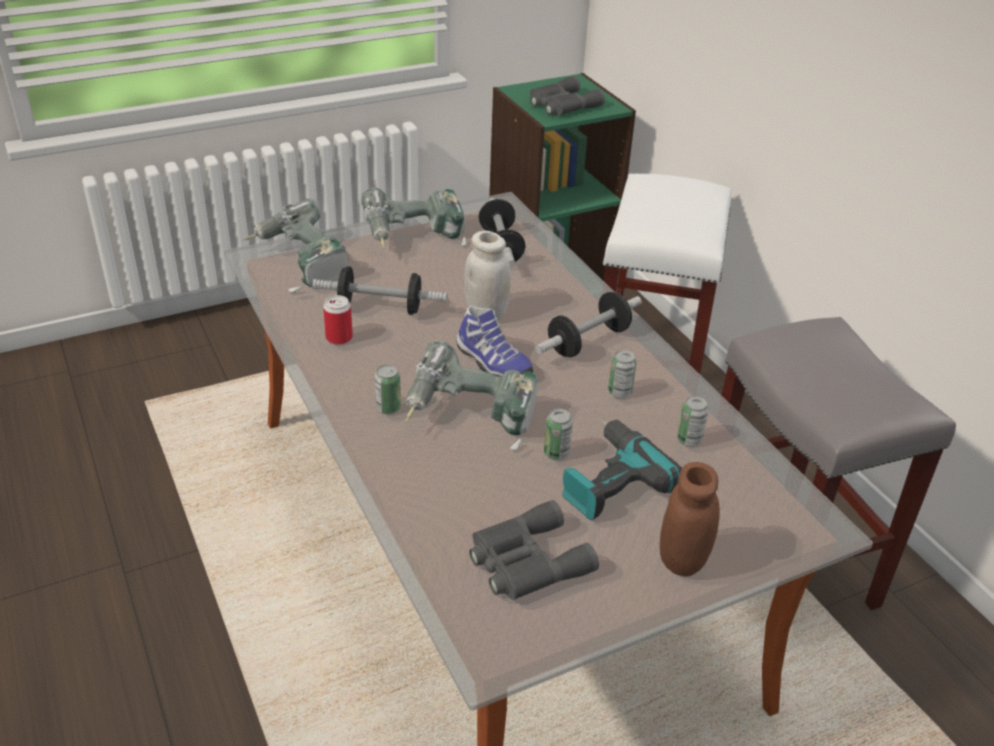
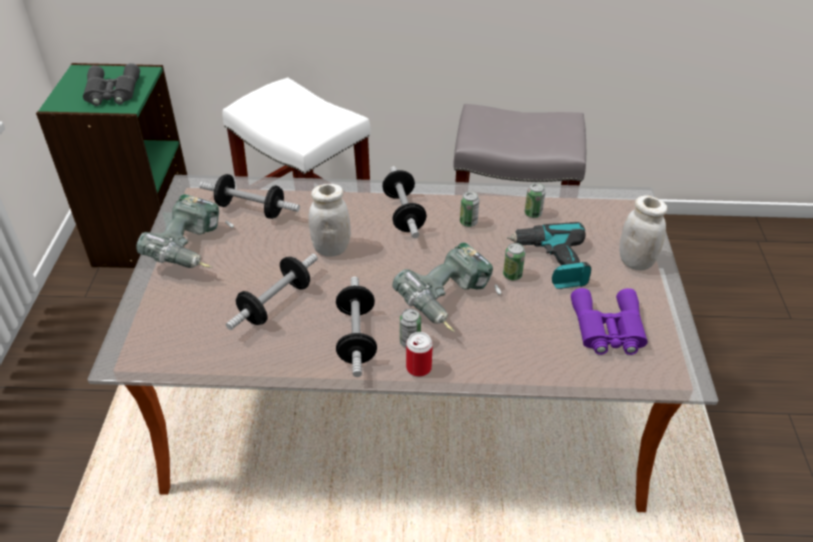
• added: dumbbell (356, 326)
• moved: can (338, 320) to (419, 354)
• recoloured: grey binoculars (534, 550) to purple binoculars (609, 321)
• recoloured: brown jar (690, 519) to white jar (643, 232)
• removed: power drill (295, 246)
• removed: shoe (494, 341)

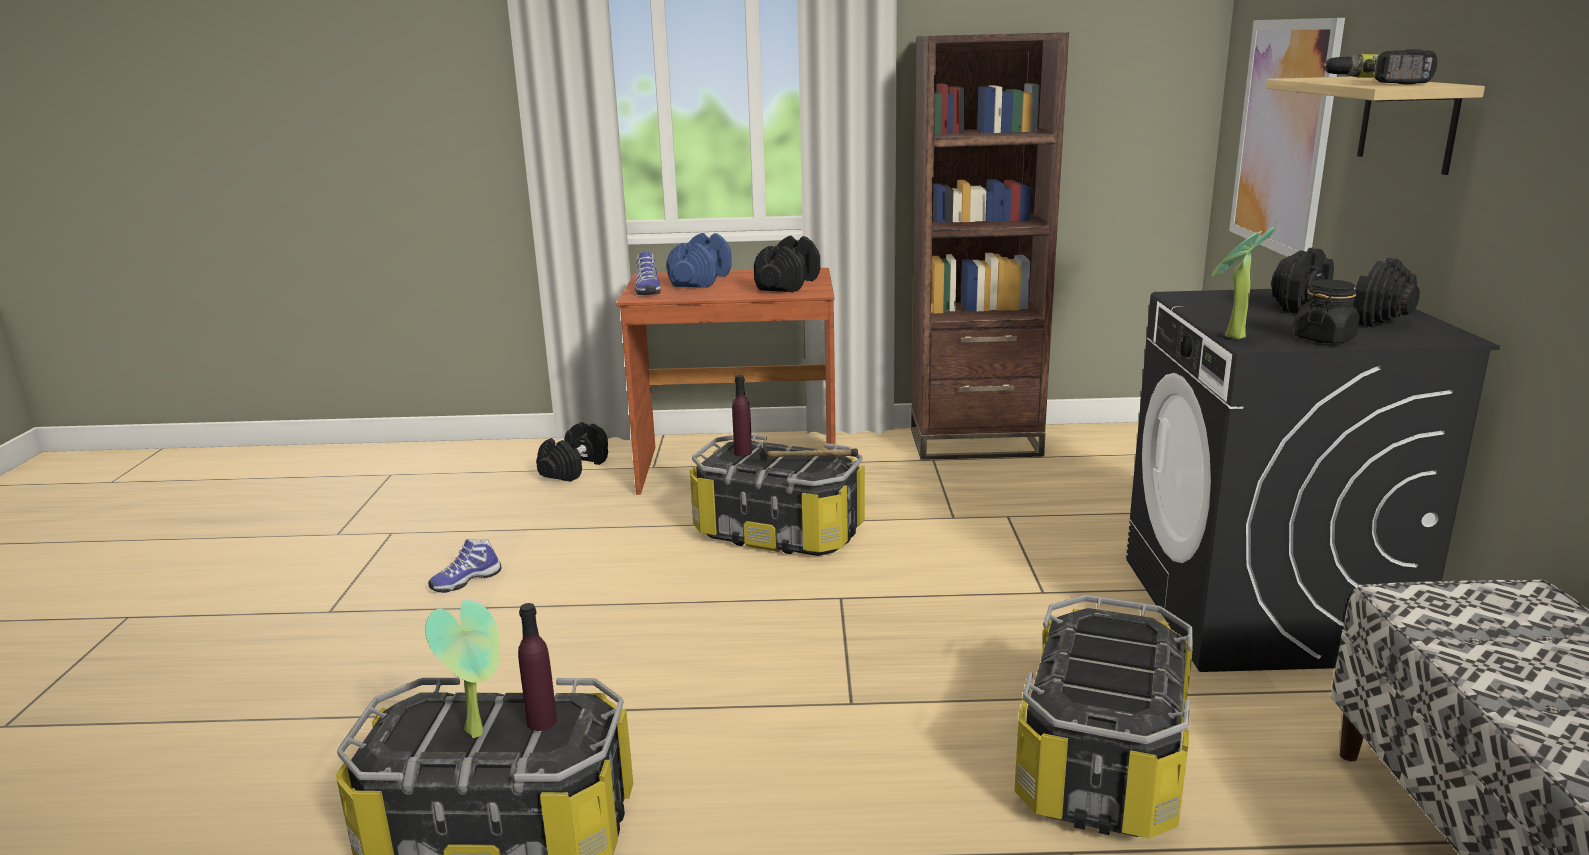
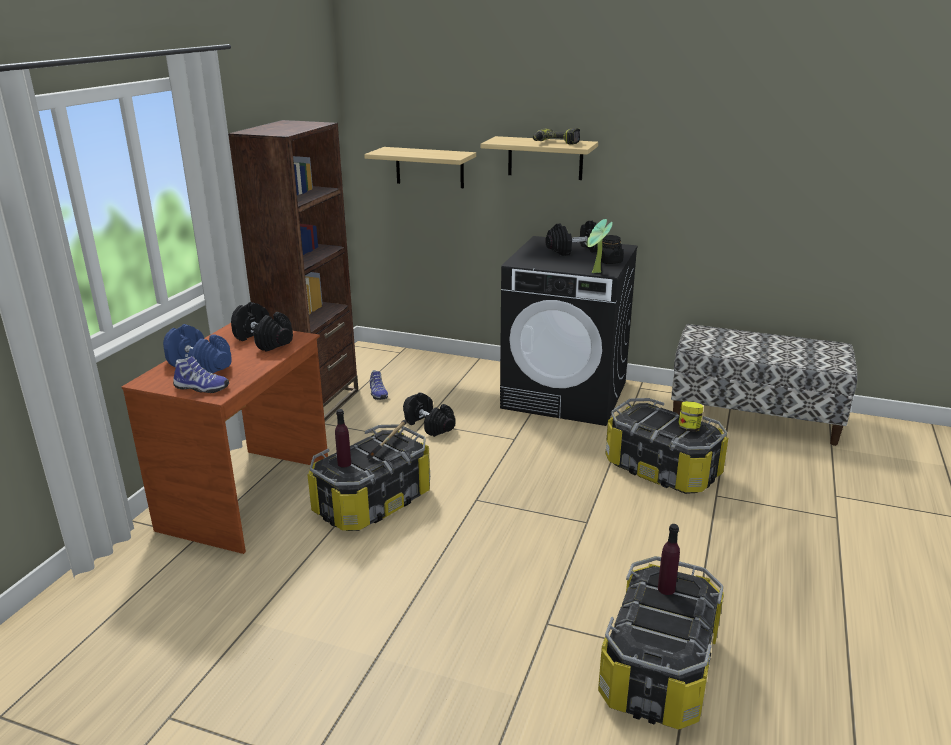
• replaced: picture (1287, 137) to shelf (420, 167)
• moved: shoe (465, 566) to (379, 385)
• moved: black dumbbell (572, 452) to (429, 414)
• added: jar (690, 416)
• removed: potted plant (462, 668)

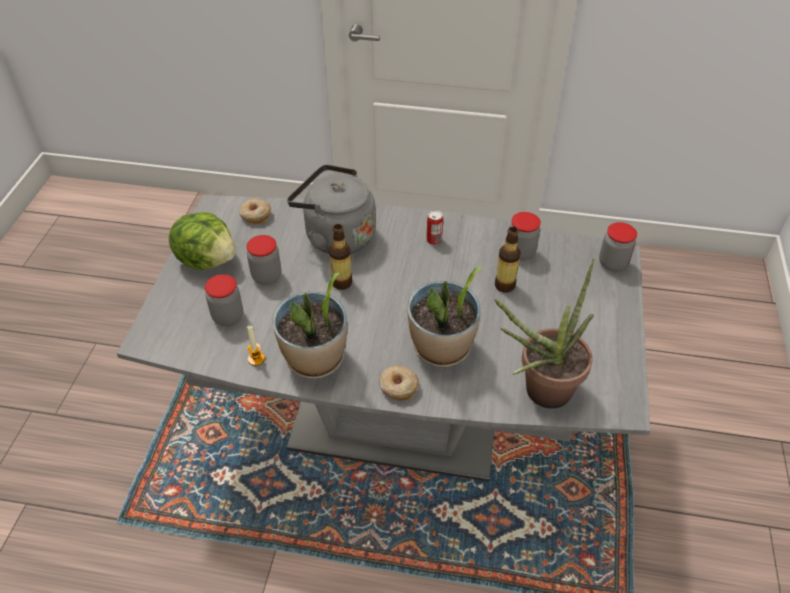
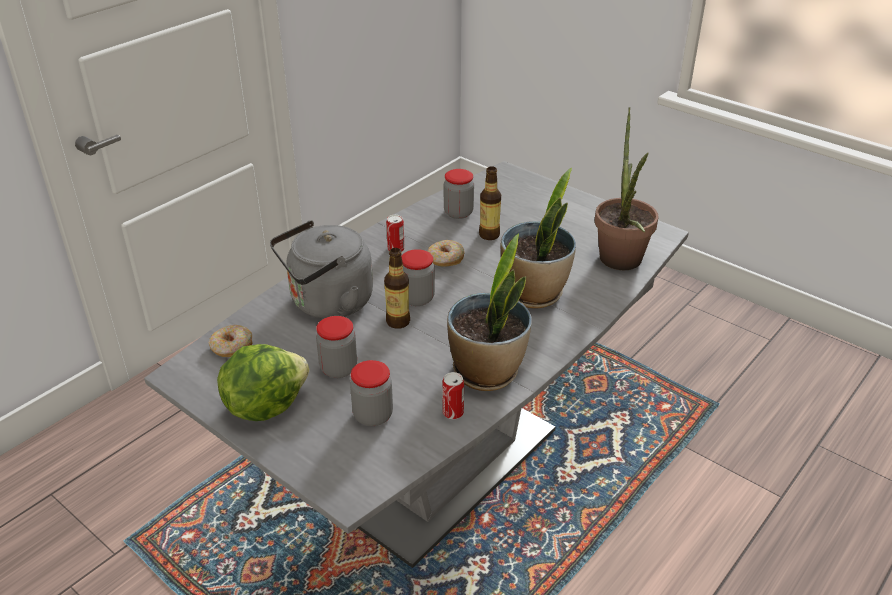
• moved: jar (618, 247) to (418, 277)
• moved: donut (399, 383) to (446, 253)
• replaced: candle (256, 345) to can (453, 395)

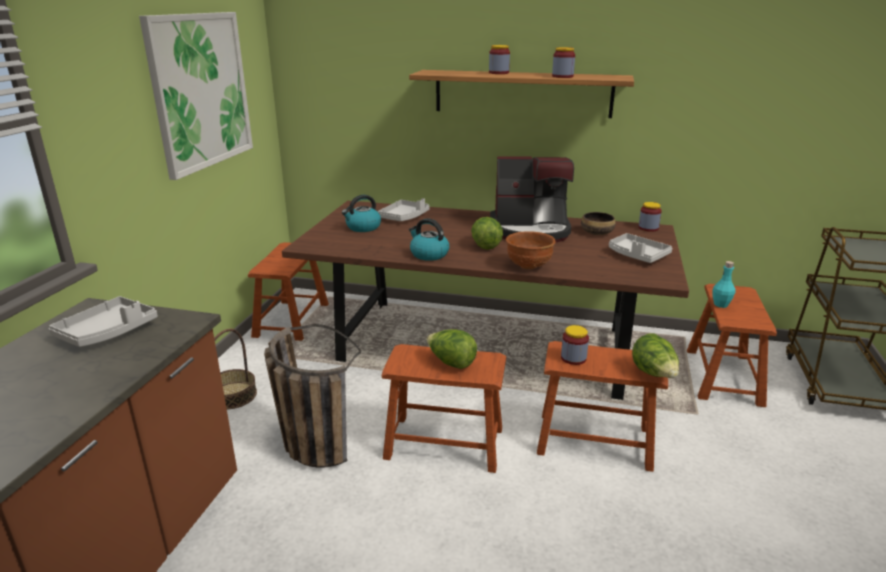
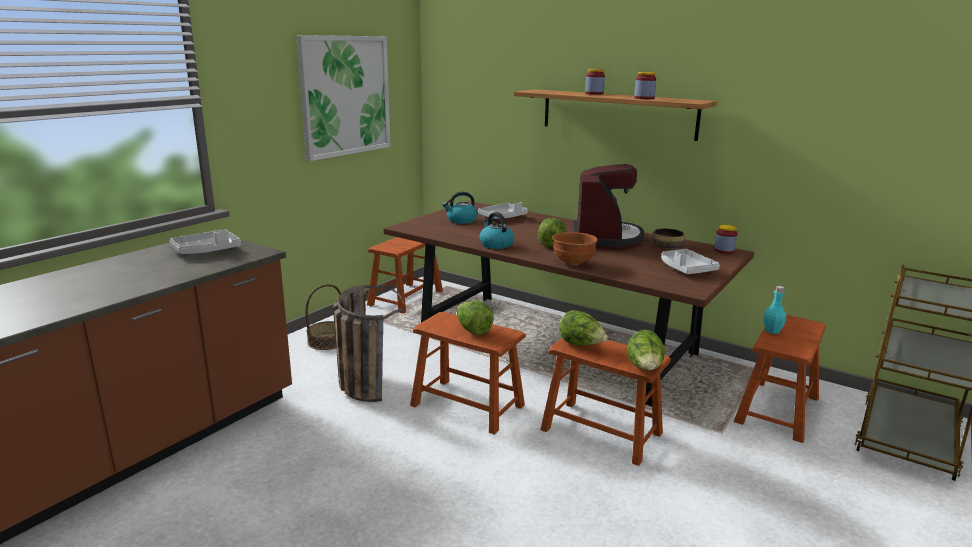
• replaced: jar (575, 345) to lettuce (583, 328)
• turned: coffee machine (532, 199) = (608, 207) 105 degrees counterclockwise

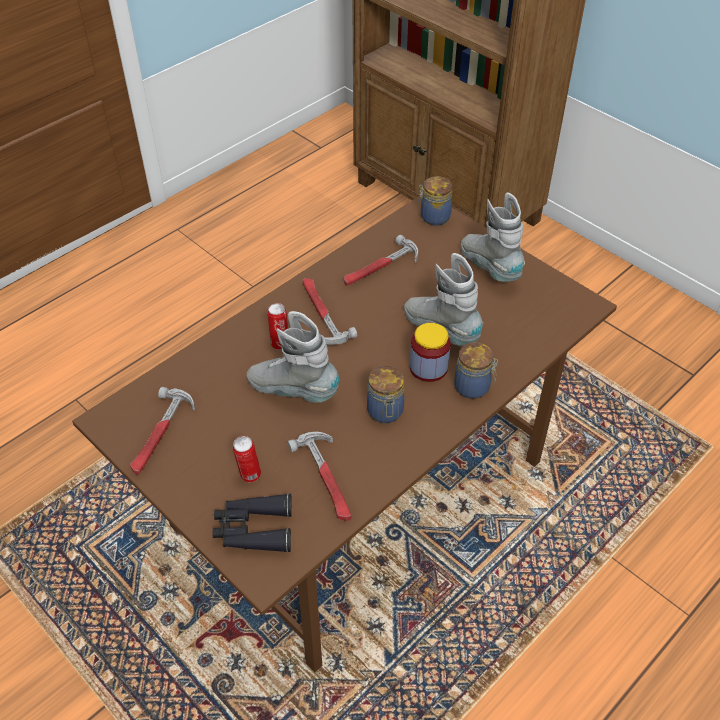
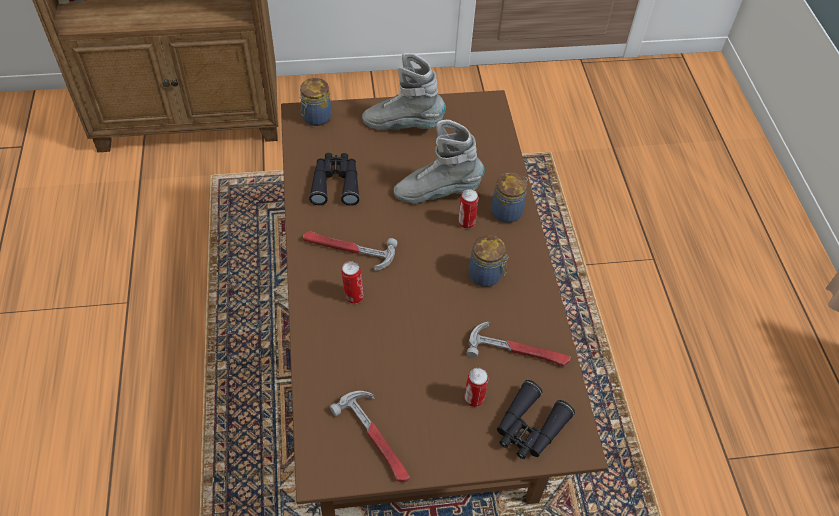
• replaced: hammer (381, 260) to black binoculars (334, 179)
• replaced: jar (430, 352) to can (468, 209)
• removed: grey boot (293, 357)

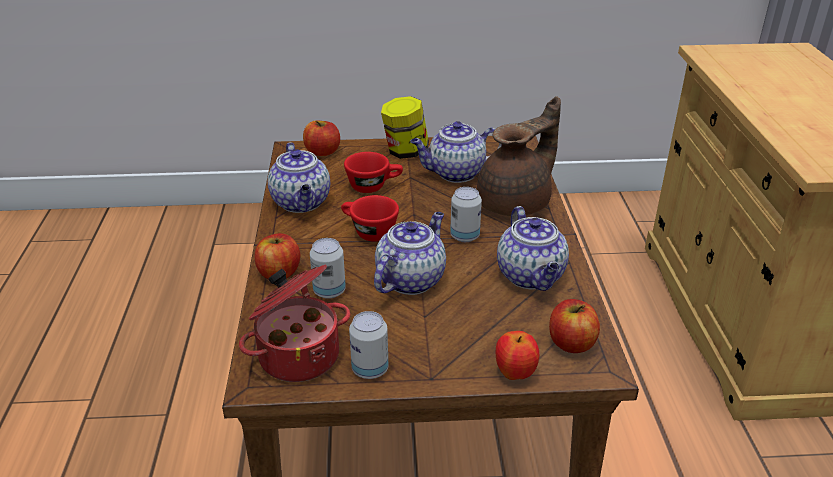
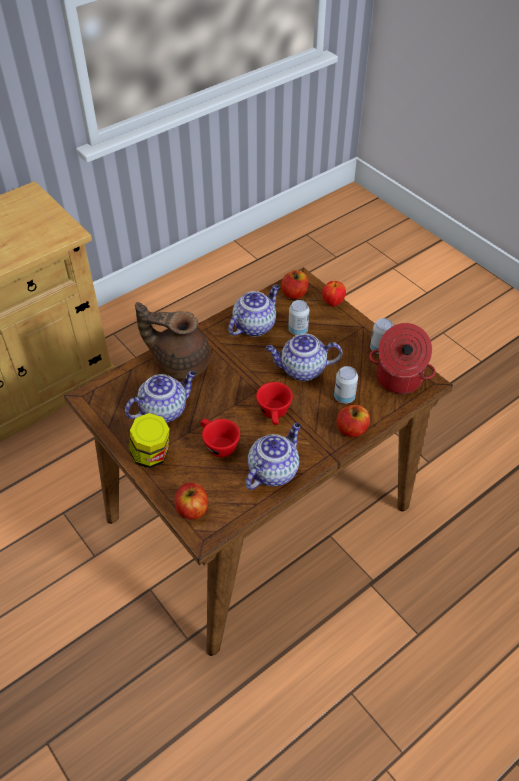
• turned: teapot (456, 152) = (160, 397) 75 degrees counterclockwise
• moved: can (466, 214) to (298, 317)

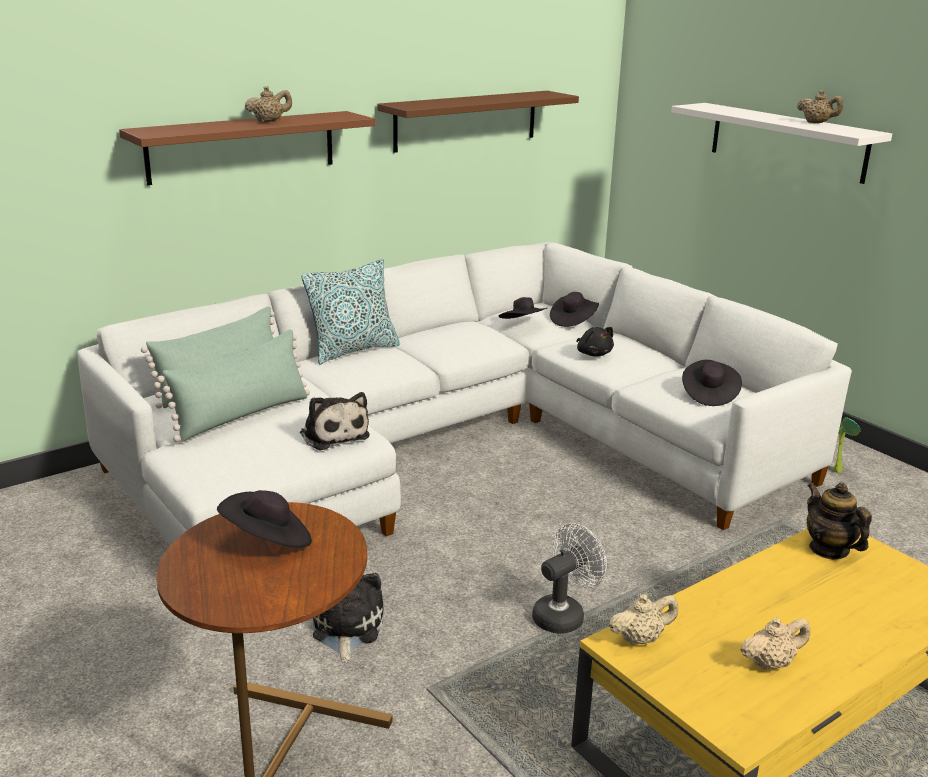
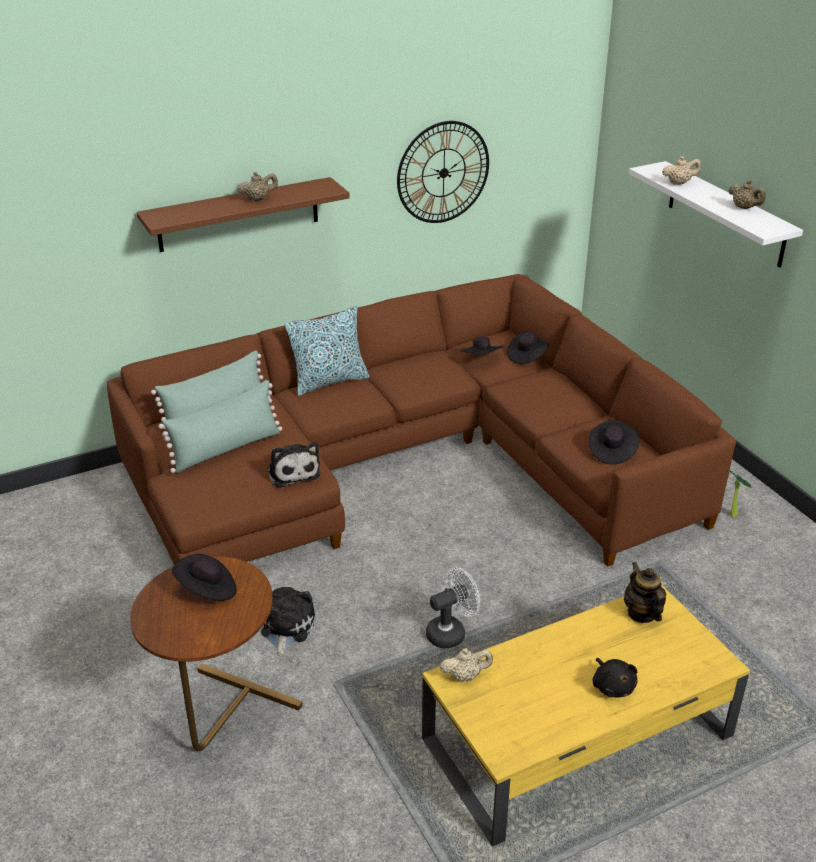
• recoloured: white sofa (464, 393) to brown sofa (421, 420)
• replaced: brown shelf (478, 122) to wall clock (443, 172)
• moved: black plush toy (595, 342) to (615, 677)
• moved: beige teapot (775, 643) to (681, 170)

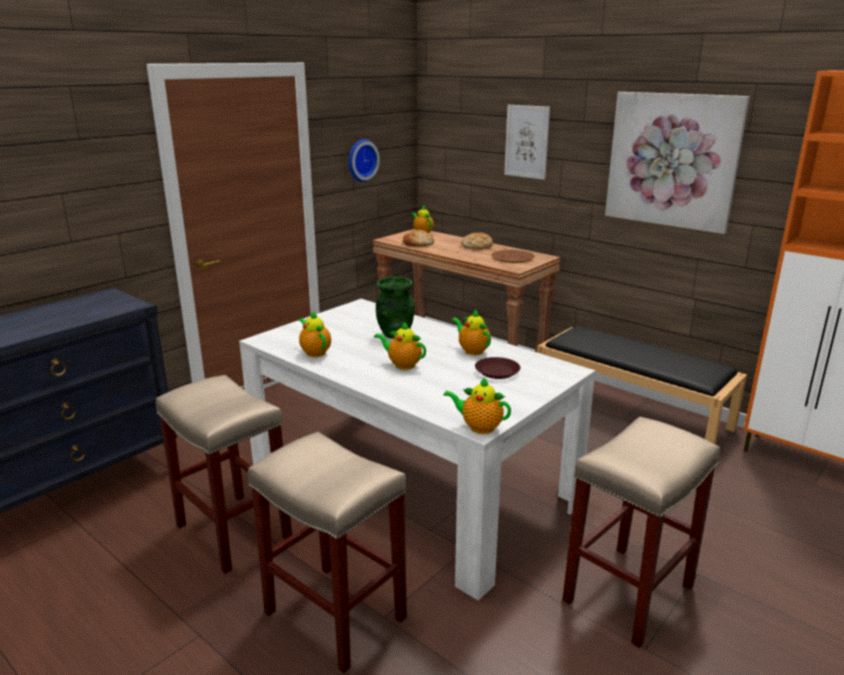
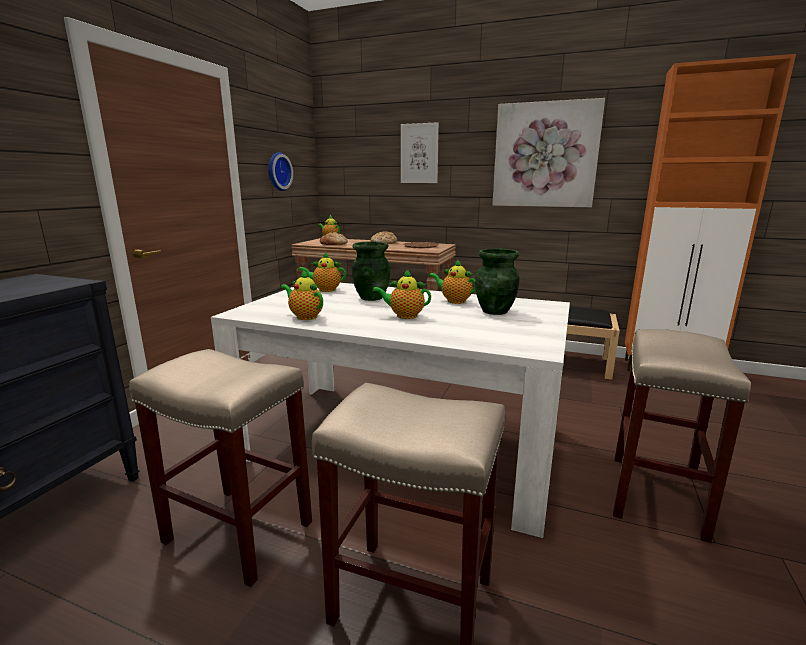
• moved: teapot (477, 405) to (322, 271)
• replaced: brown plate (497, 368) to green vase (497, 281)

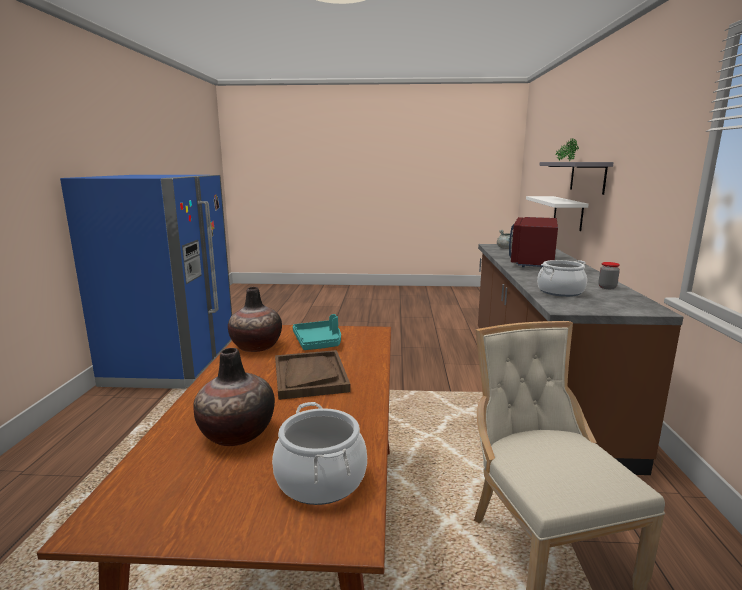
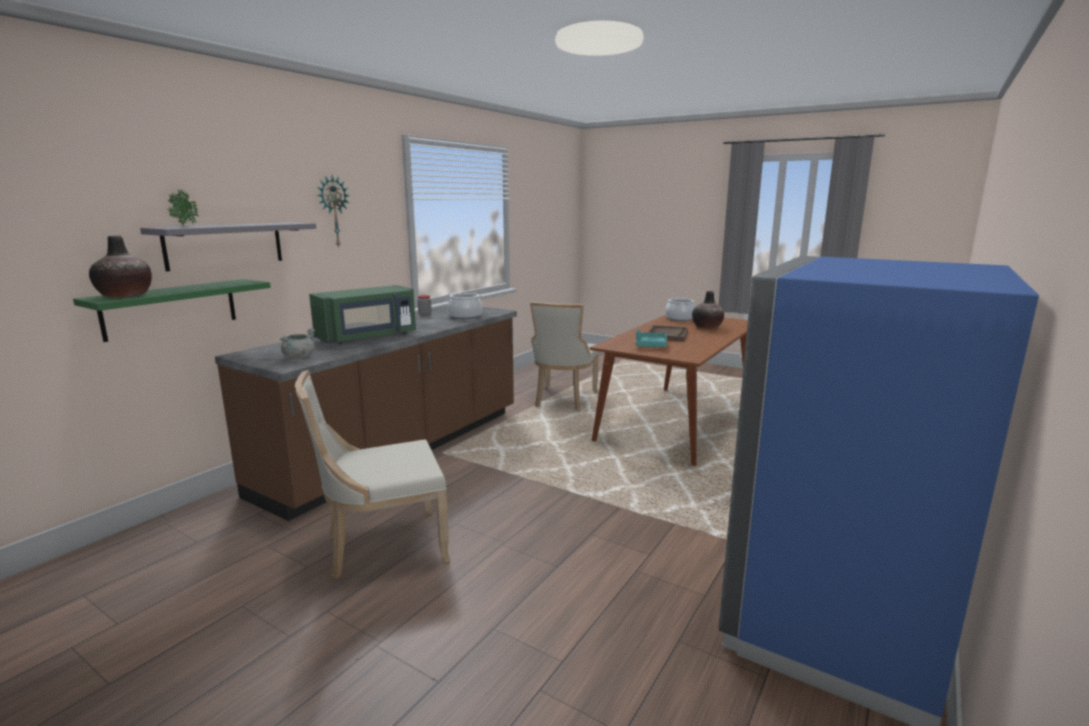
• recoloured: white shelf (557, 213) to green shelf (172, 310)
• moved: vase (255, 319) to (120, 267)
• added: beige chair (373, 474)
• recoloured: red microwave (533, 242) to green microwave (362, 314)
• added: wall clock (333, 211)

